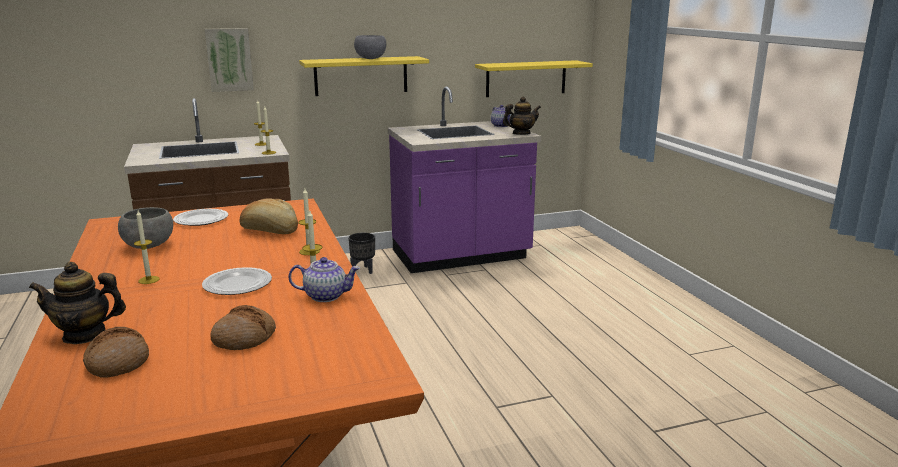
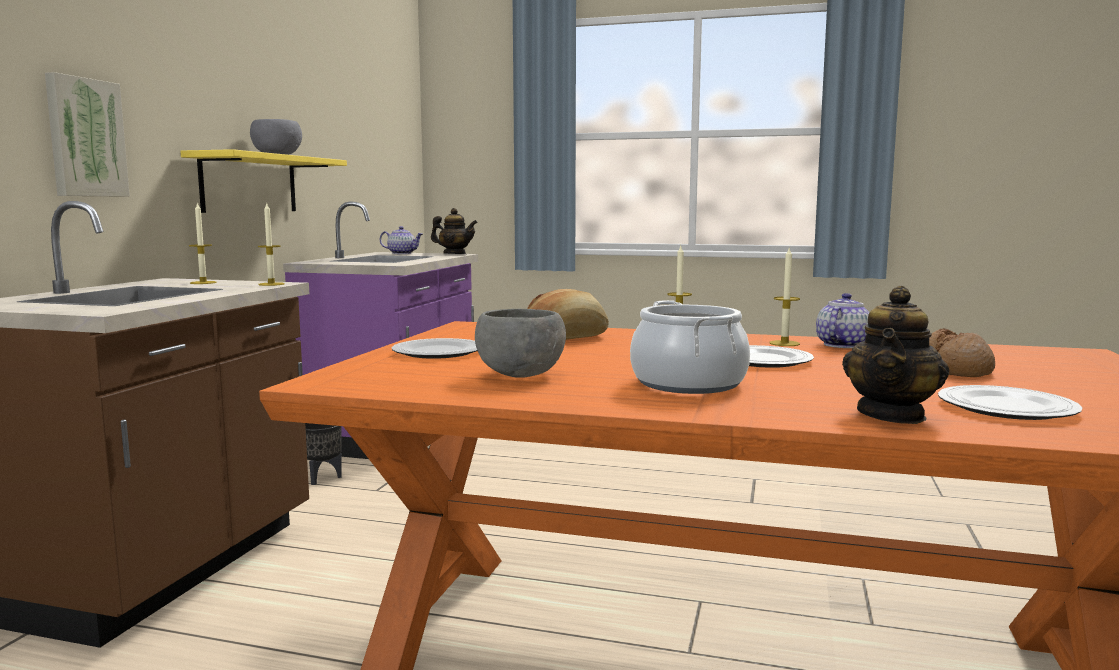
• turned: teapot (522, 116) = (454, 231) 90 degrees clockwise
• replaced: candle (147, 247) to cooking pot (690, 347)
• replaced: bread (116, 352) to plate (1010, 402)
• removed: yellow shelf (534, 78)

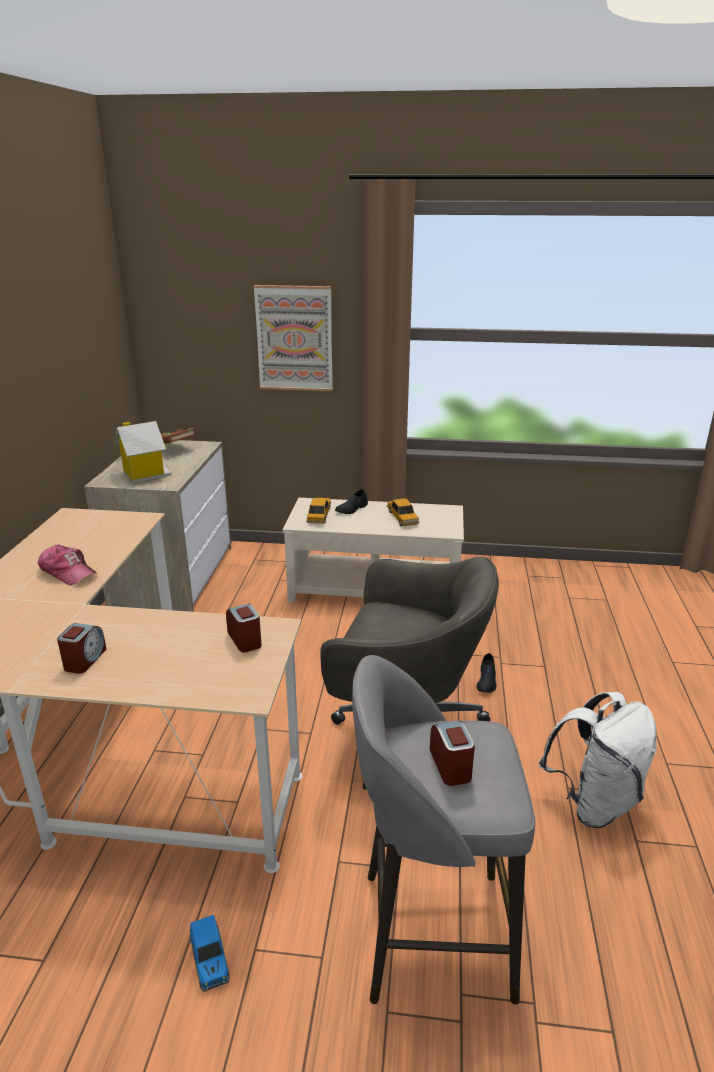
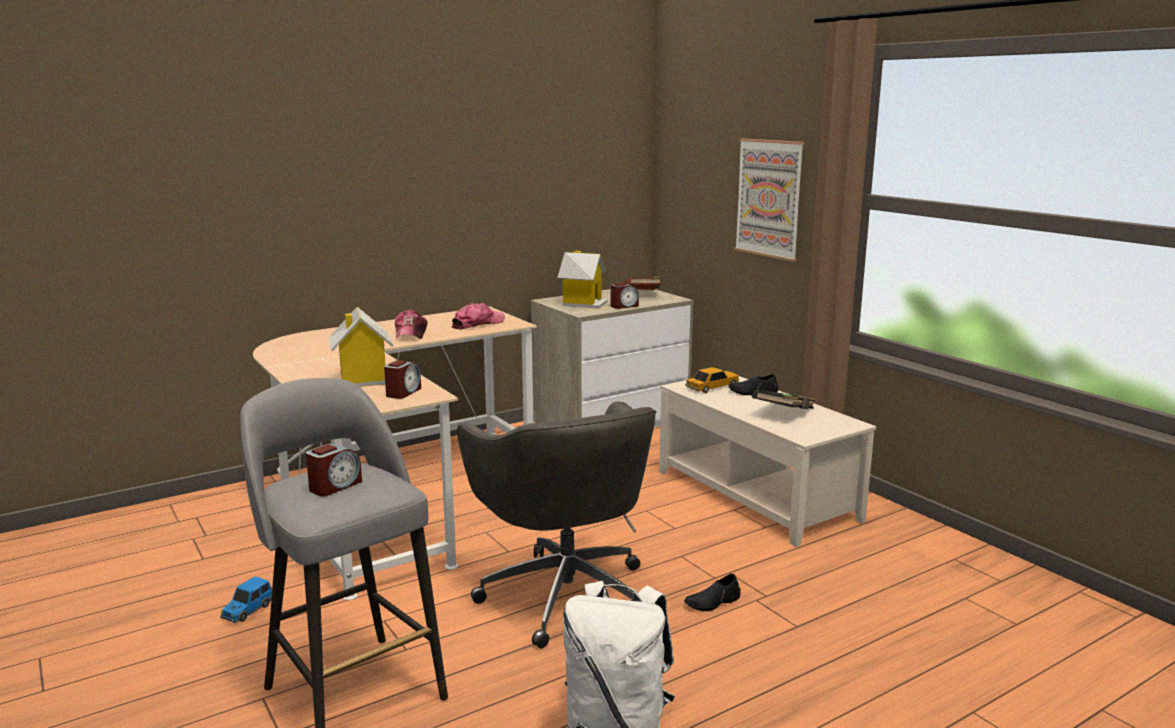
• added: toy house (361, 347)
• added: cap (478, 316)
• moved: alarm clock (81, 648) to (625, 296)
• replaced: toy car (403, 512) to black book (784, 399)

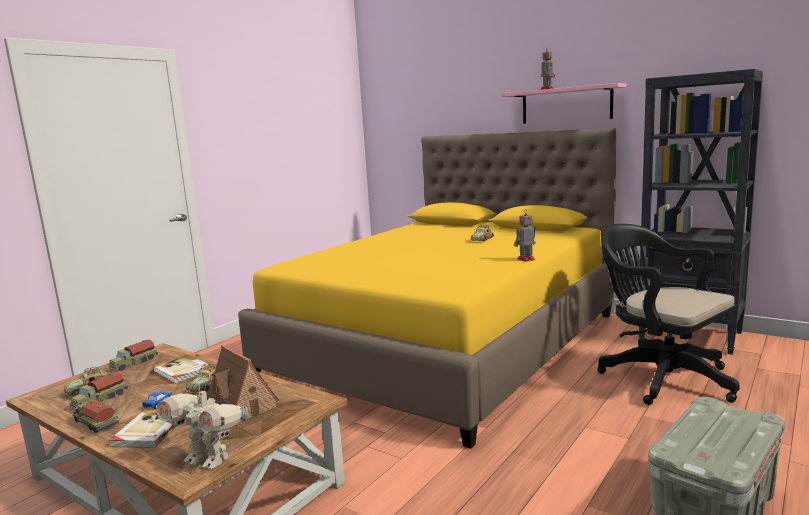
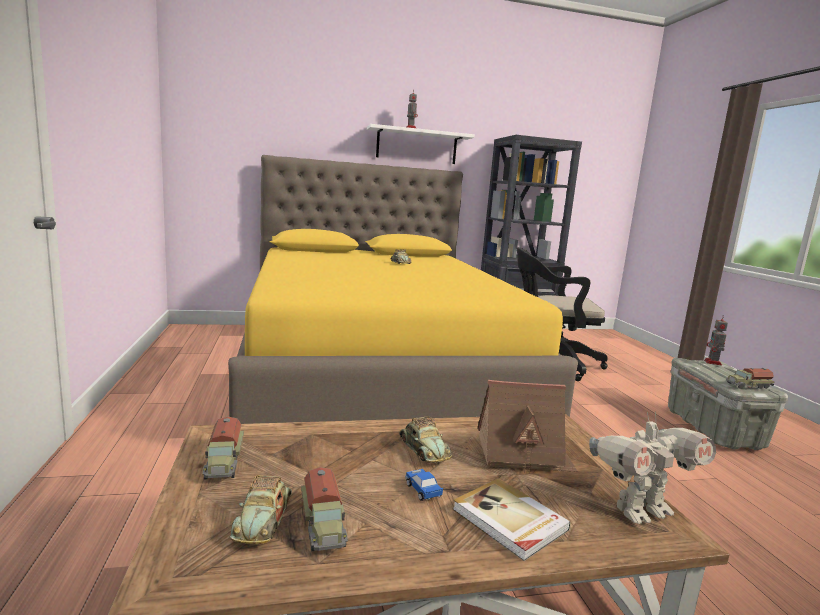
• recoloured: pink shelf (563, 103) to white shelf (421, 144)
• moved: toy robot (524, 235) to (716, 340)
• moved: toy truck (96, 416) to (750, 378)
• removed: book (180, 369)

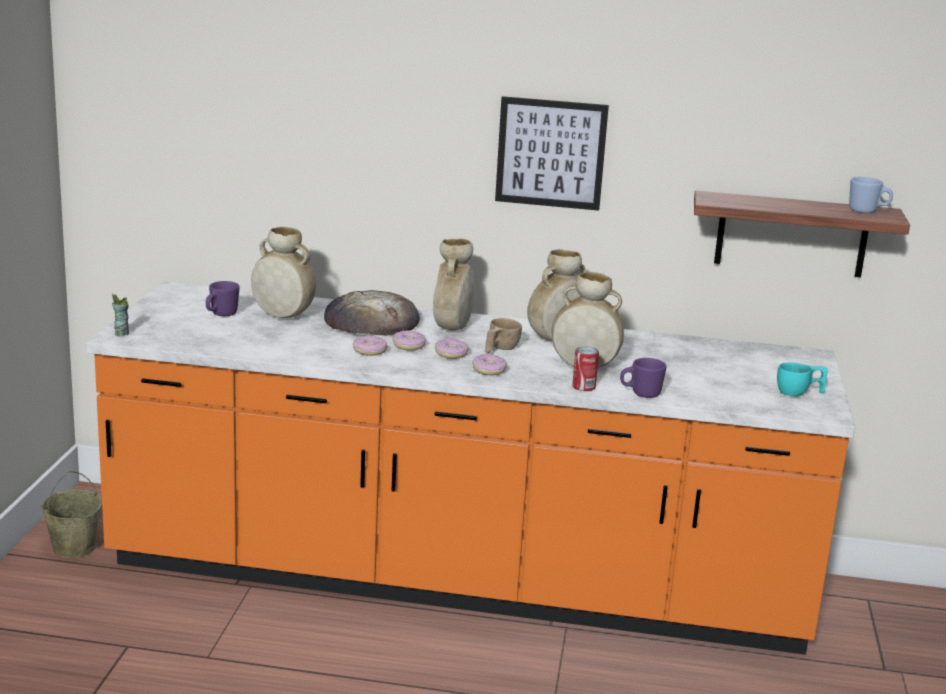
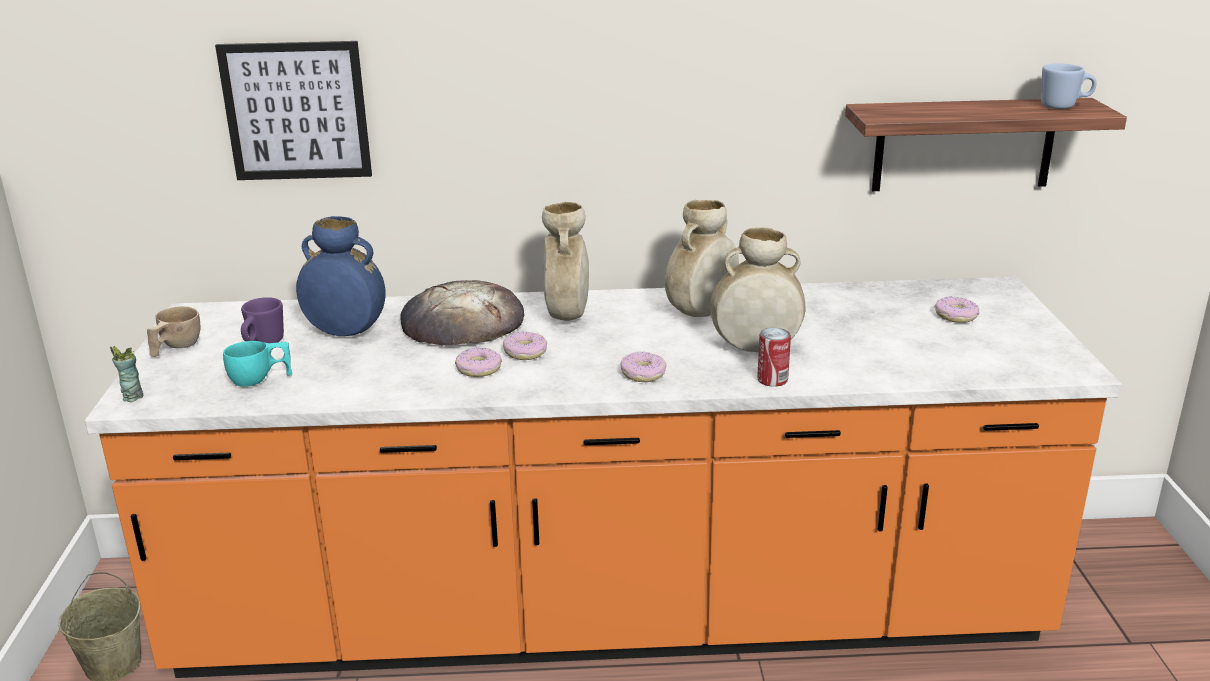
• moved: beige cup (503, 335) to (173, 331)
• moved: picture (552, 153) to (293, 110)
• moved: turquoise cup (802, 379) to (257, 364)
• recoloured: beige vase (283, 272) to blue vase (341, 276)
• moved: donut (452, 348) to (957, 309)
• removed: purple mug (643, 378)

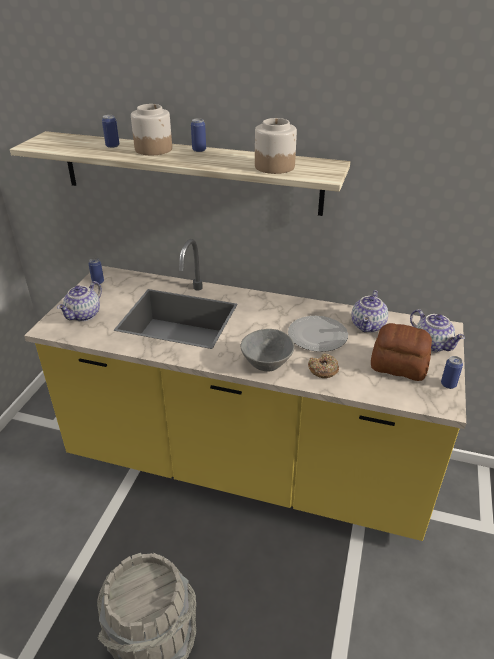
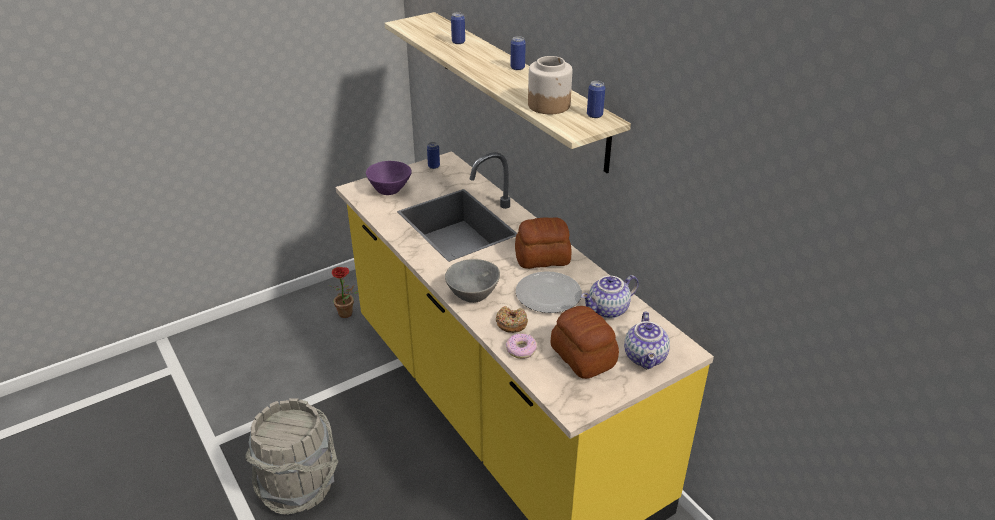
• added: potted plant (343, 292)
• replaced: teapot (79, 301) to purple bowl (389, 178)
• added: donut (521, 346)
• added: bread (543, 243)
• moved: can (452, 372) to (596, 99)
• removed: jar (151, 129)

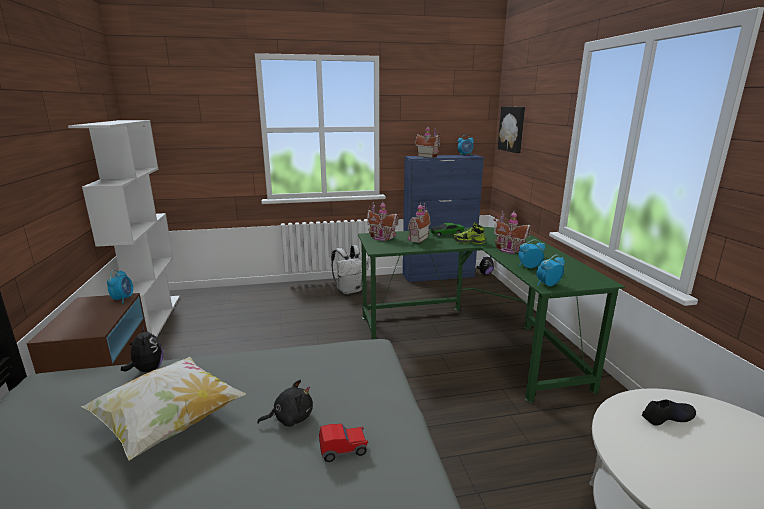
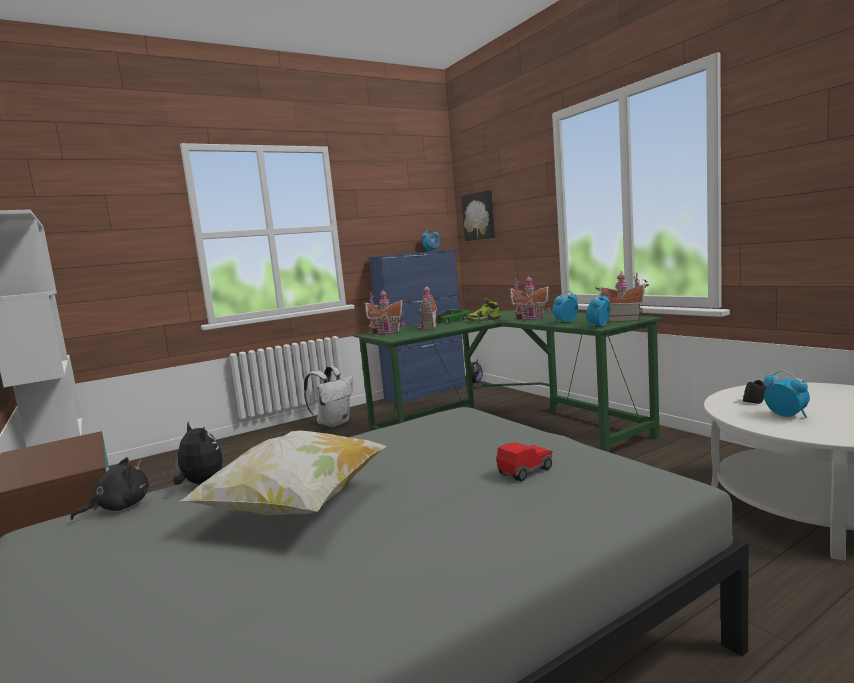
• moved: black plush toy (285, 403) to (109, 488)
• moved: toy house (428, 142) to (622, 296)
• moved: alarm clock (120, 286) to (787, 394)

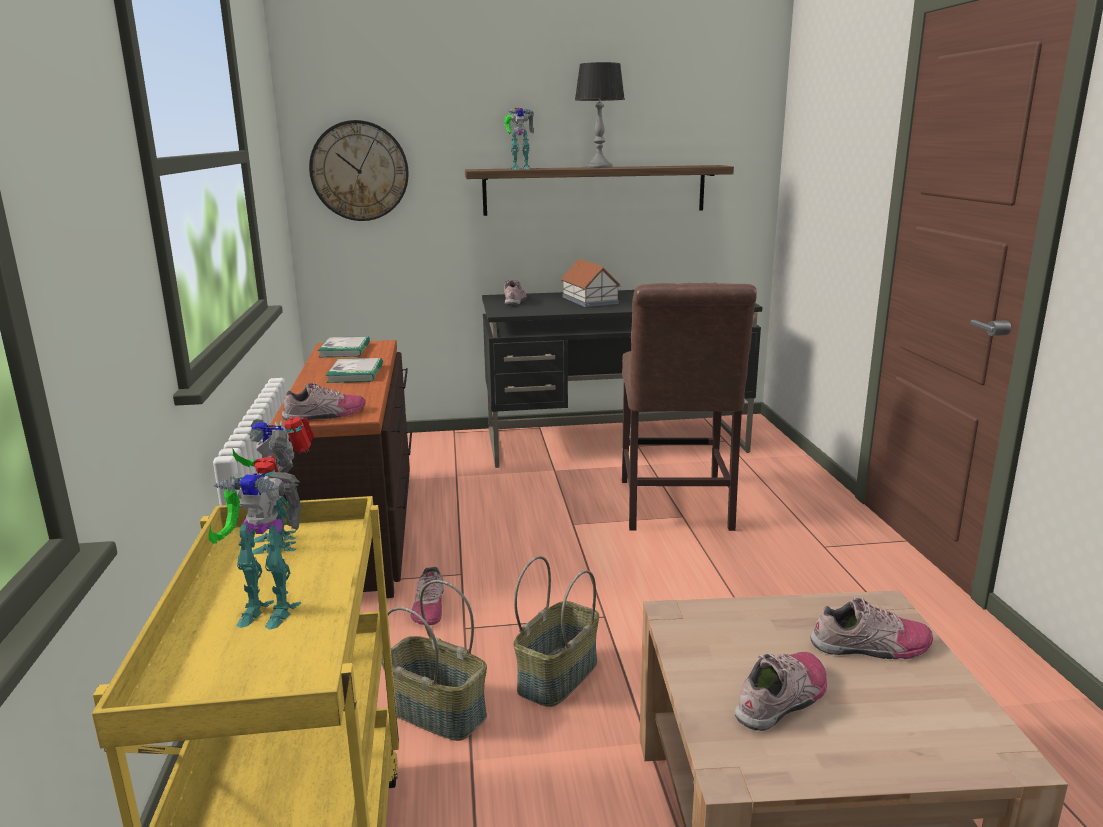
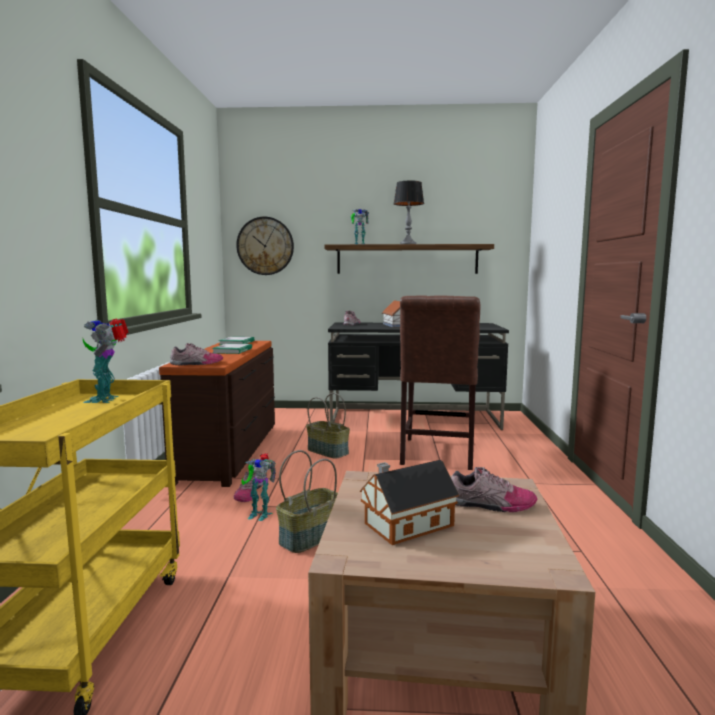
• moved: toy robot (255, 542) to (258, 487)
• moved: basket (434, 660) to (328, 426)
• replaced: shoe (781, 691) to toy house (409, 502)

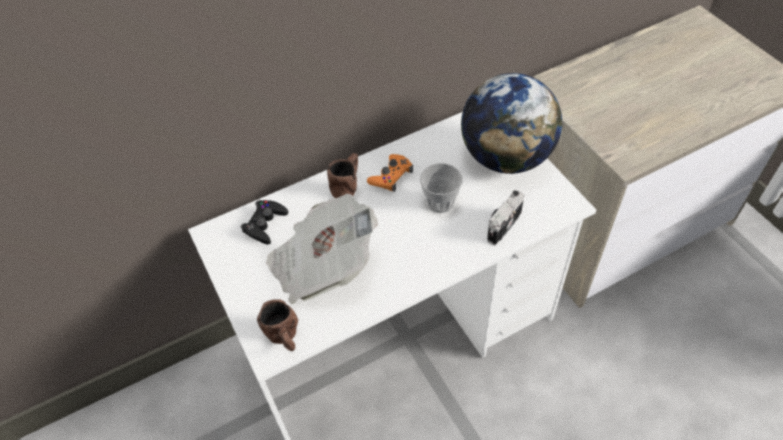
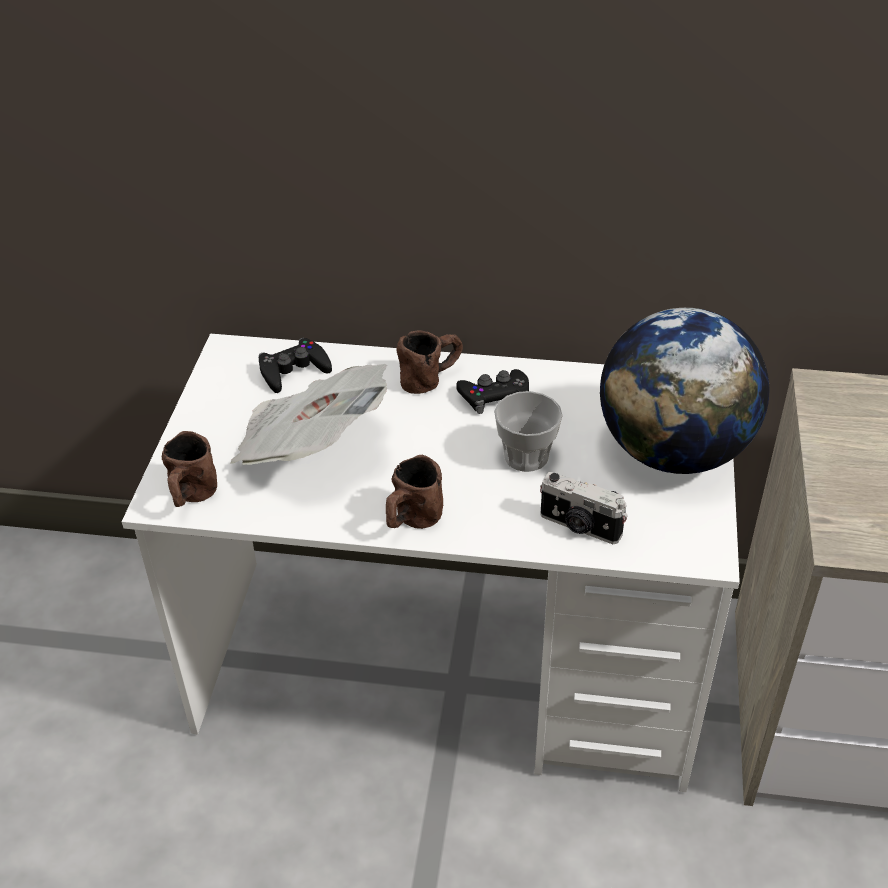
• added: brown mug (414, 492)
• recoloured: orange game controller (390, 173) to black game controller (493, 391)
• turned: photo camera (505, 217) = (584, 508) 135 degrees counterclockwise

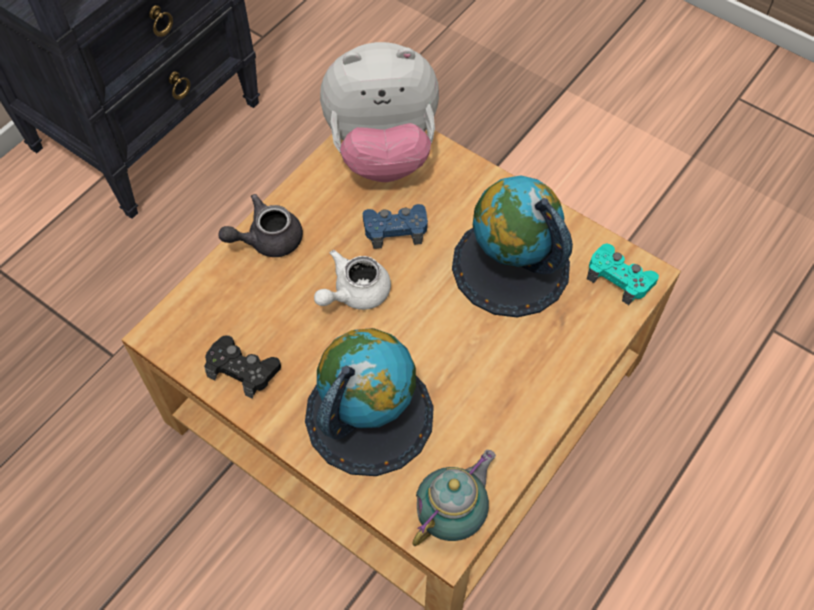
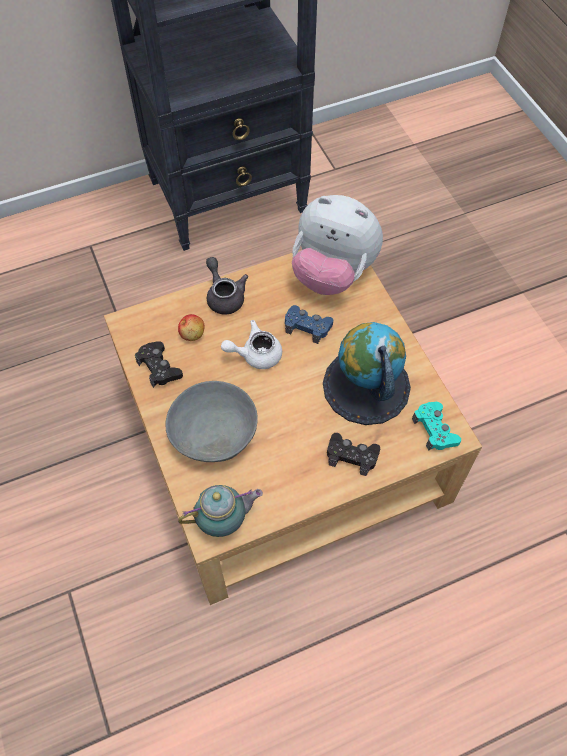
• replaced: globe (369, 402) to grey bowl (212, 421)
• added: apple (191, 327)
• turned: grey teapot (260, 225) = (227, 286) 60 degrees clockwise
• added: black game controller (353, 454)

